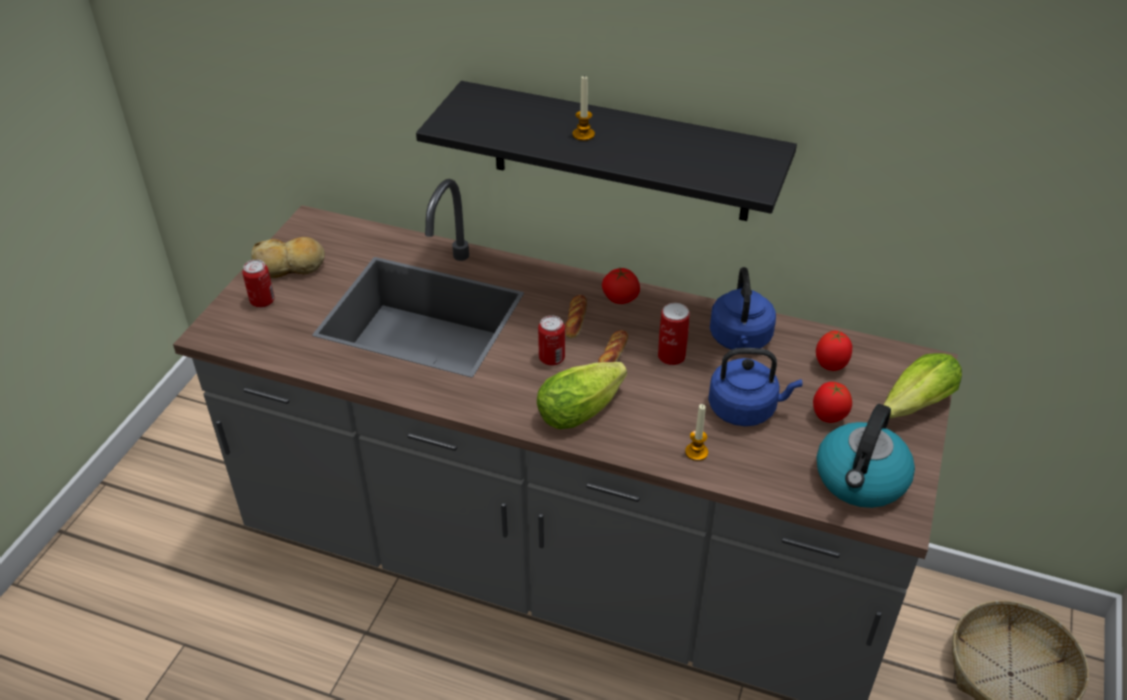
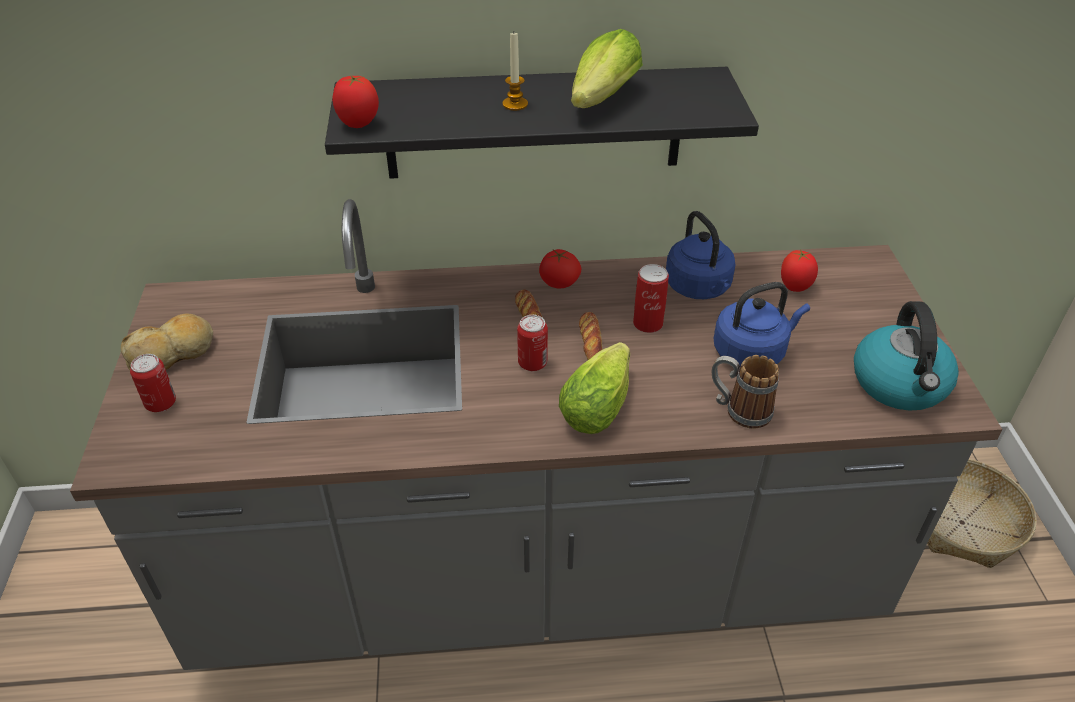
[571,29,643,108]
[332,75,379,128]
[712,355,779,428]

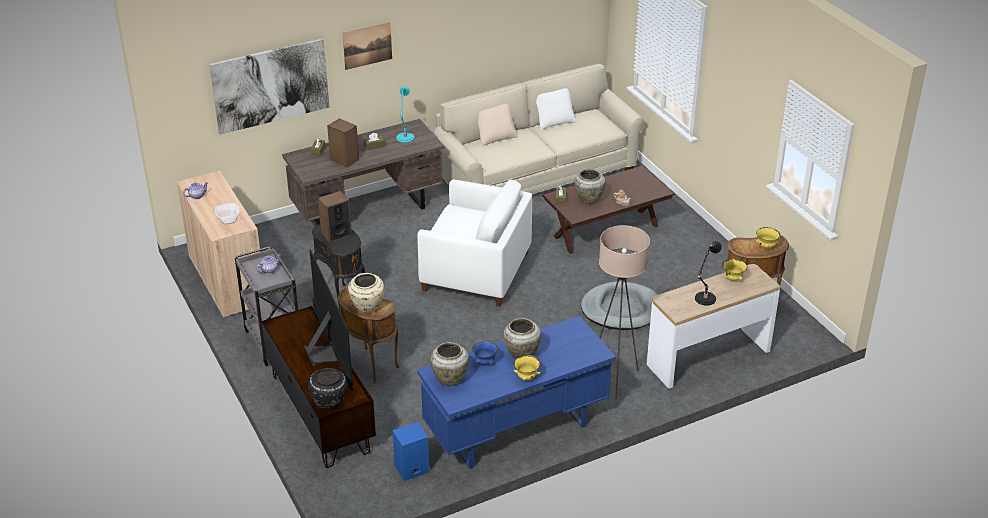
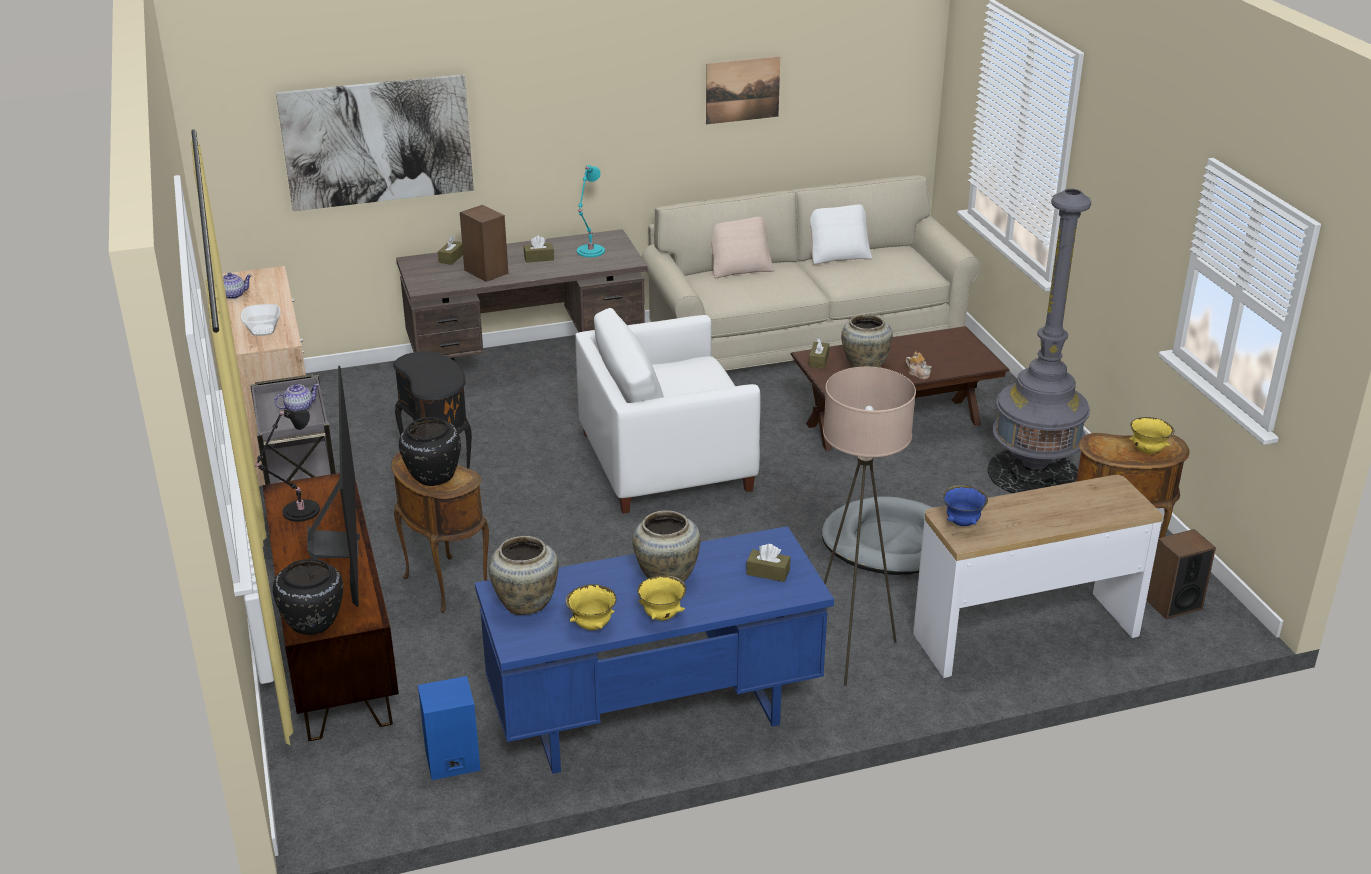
[706,56,780,125]
[575,308,760,513]
[1146,529,1216,619]
[255,409,320,522]
[566,584,617,630]
[399,417,461,486]
[943,485,988,526]
[988,189,1091,493]
[746,544,790,582]

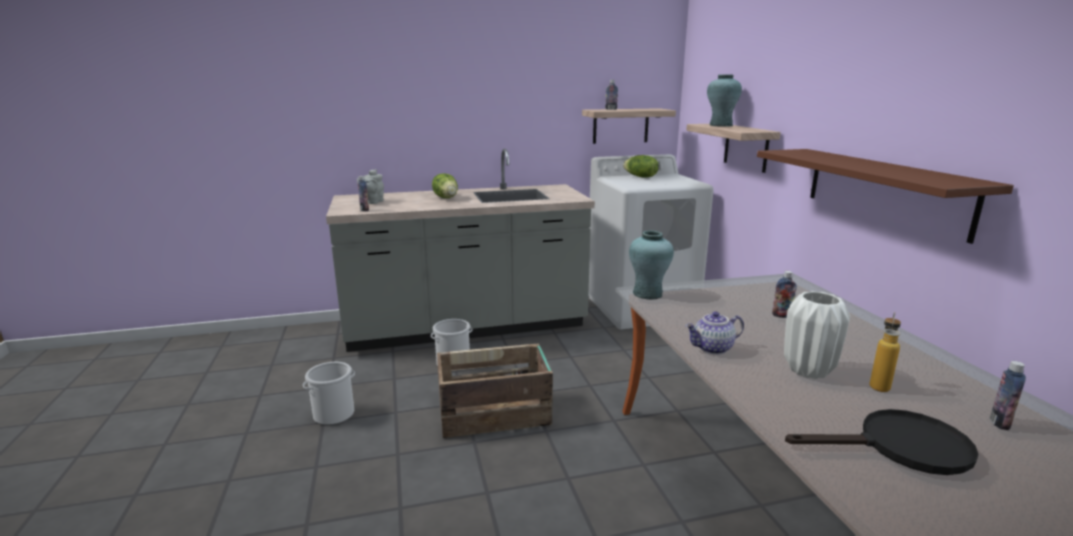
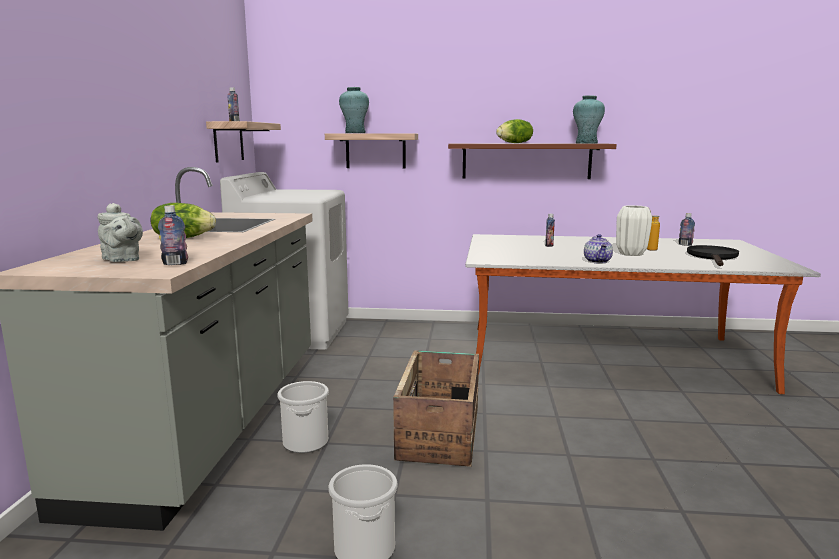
[496,119,533,143]
[573,95,605,143]

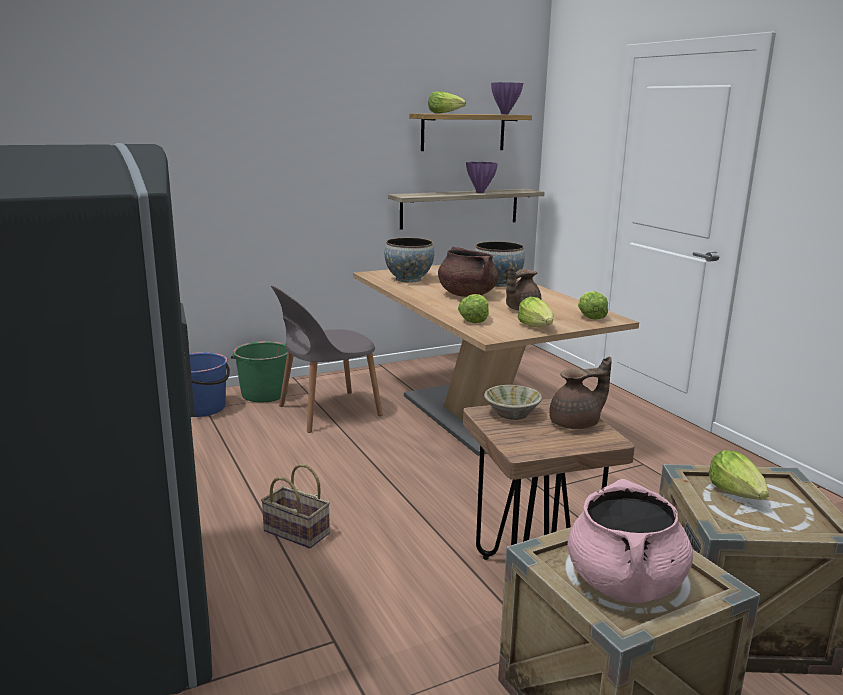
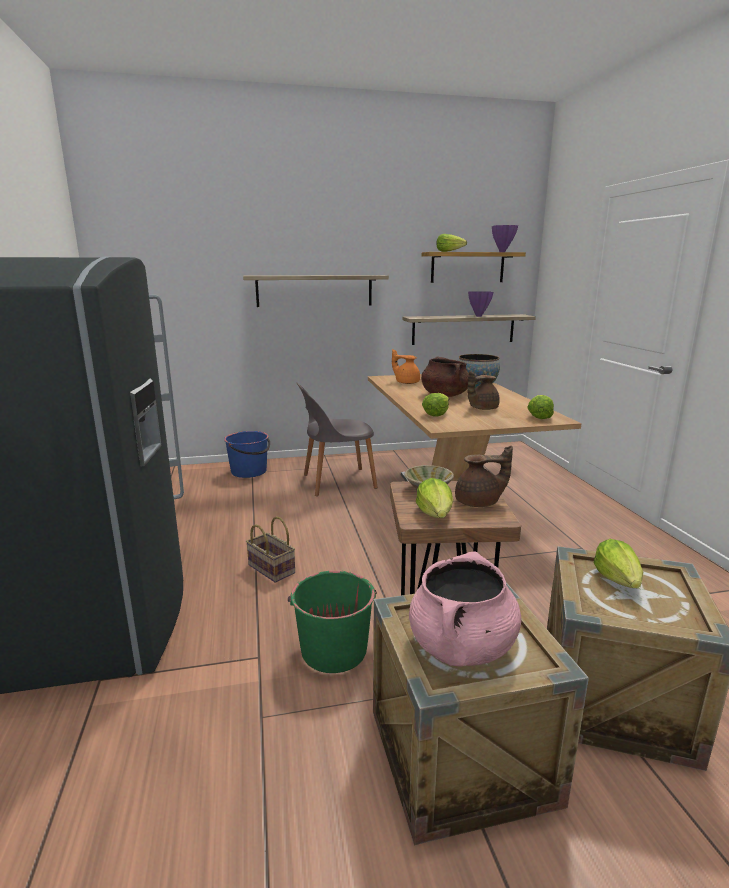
[392,349,420,384]
[416,478,453,518]
[288,570,377,673]
[243,275,389,307]

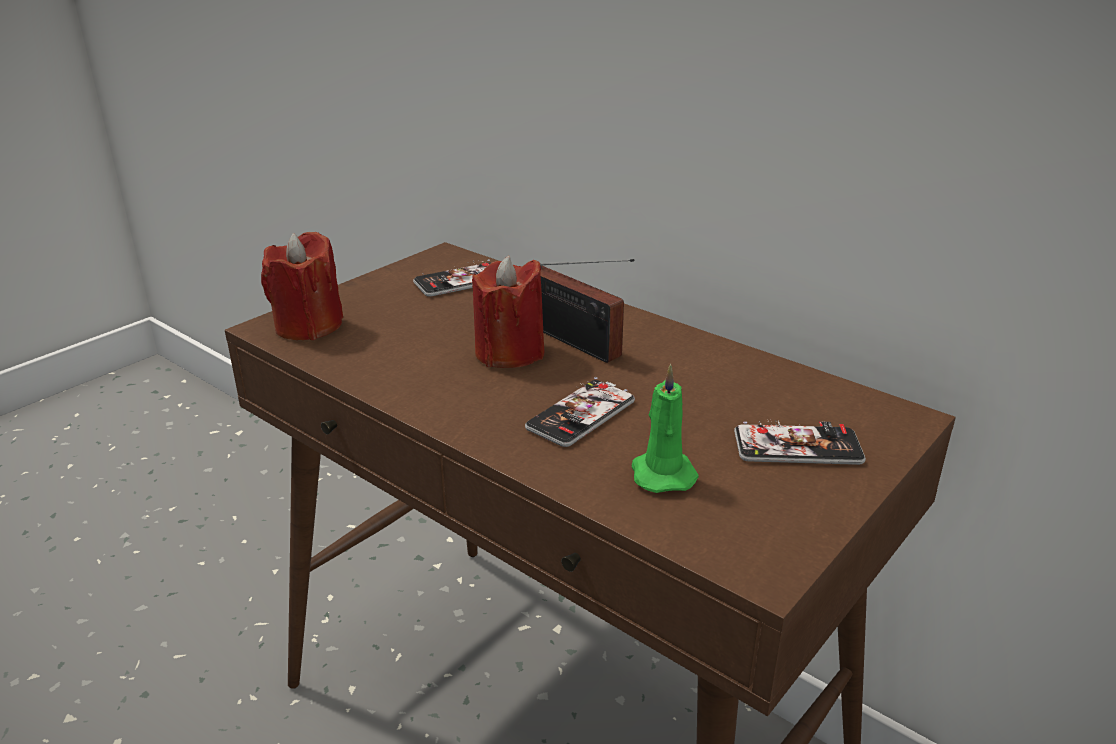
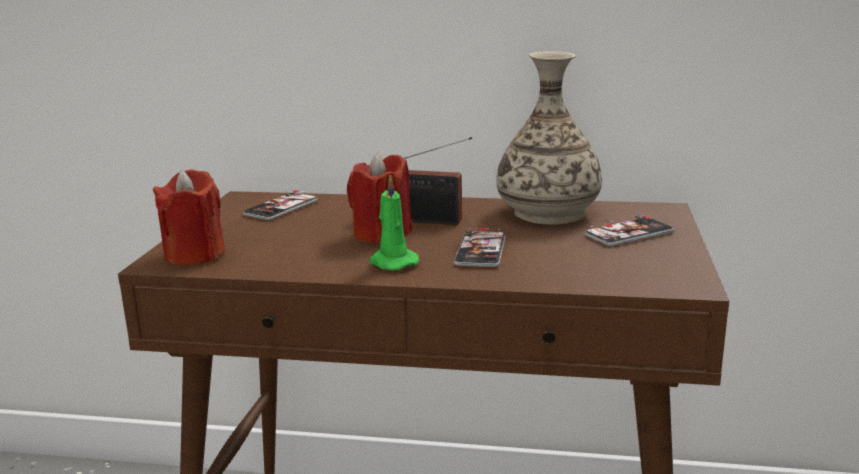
[369,175,419,270]
[496,51,602,225]

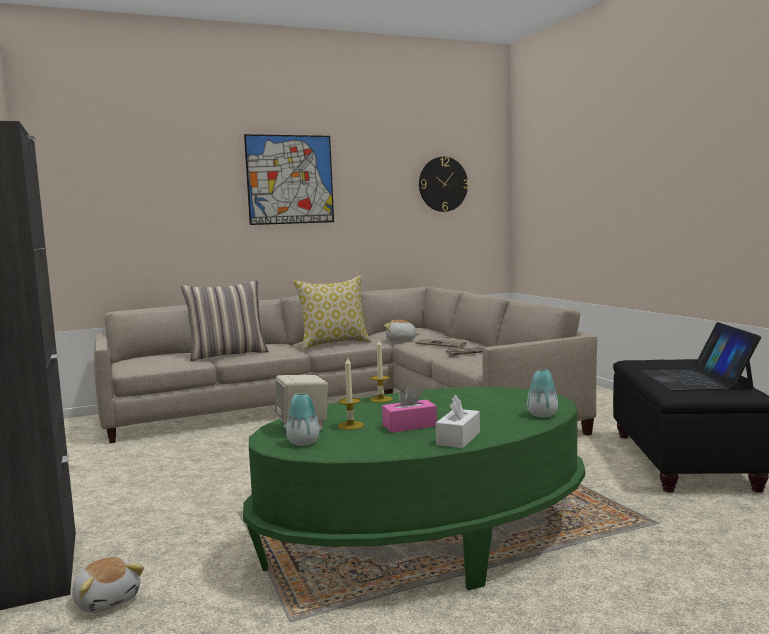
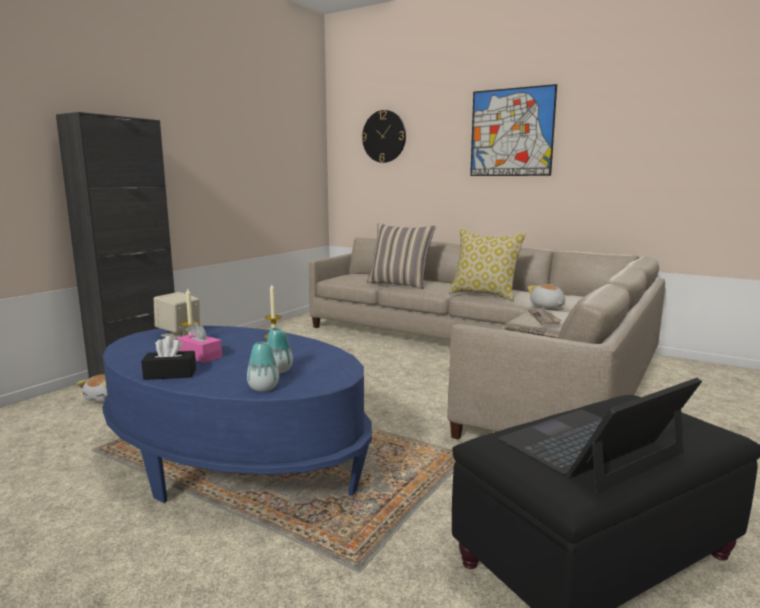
[362,110,406,163]
[102,326,372,503]
[267,328,293,373]
[141,336,196,380]

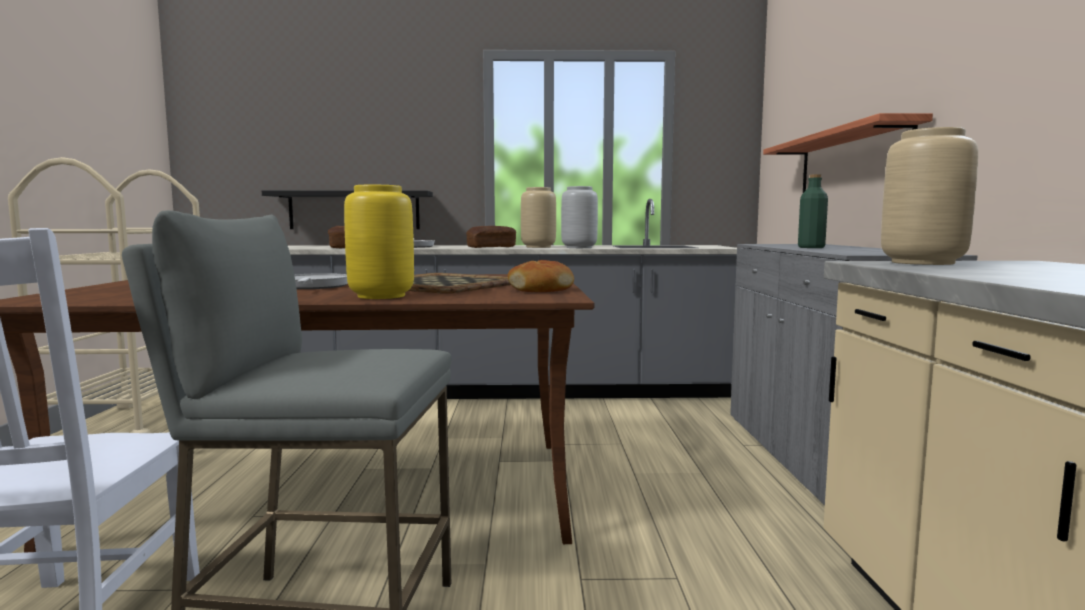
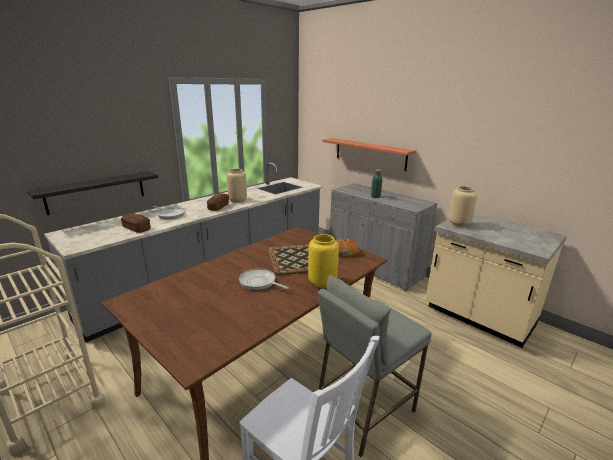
[561,186,598,248] (first image)

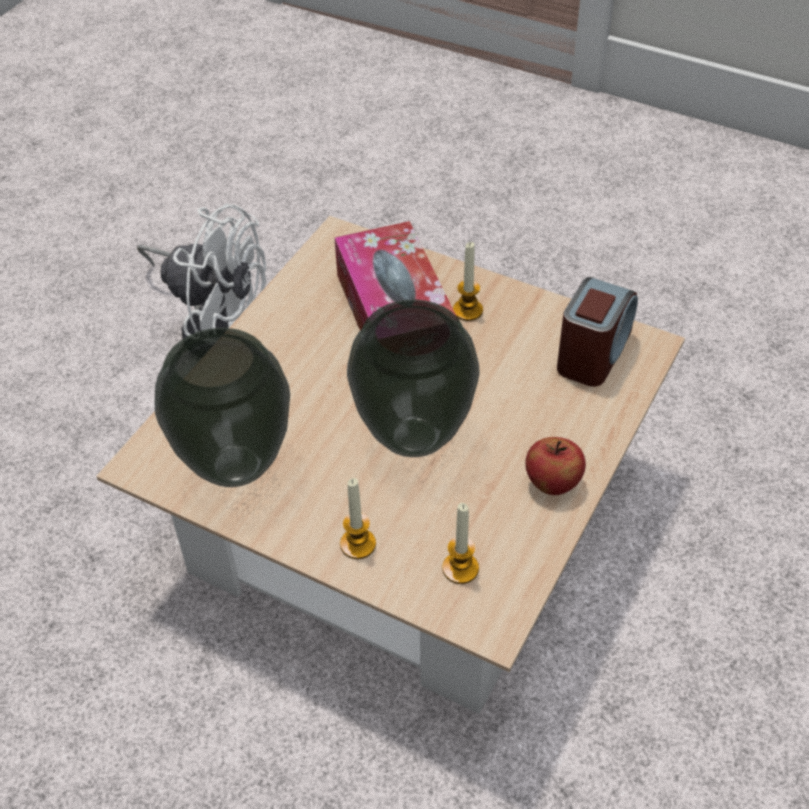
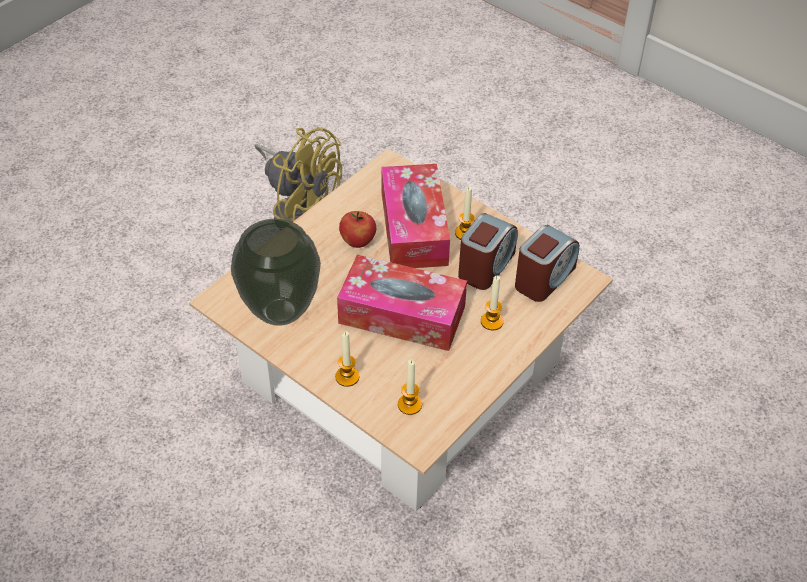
[255,127,342,222]
[337,255,467,351]
[339,211,376,248]
[458,213,518,290]
[481,276,504,331]

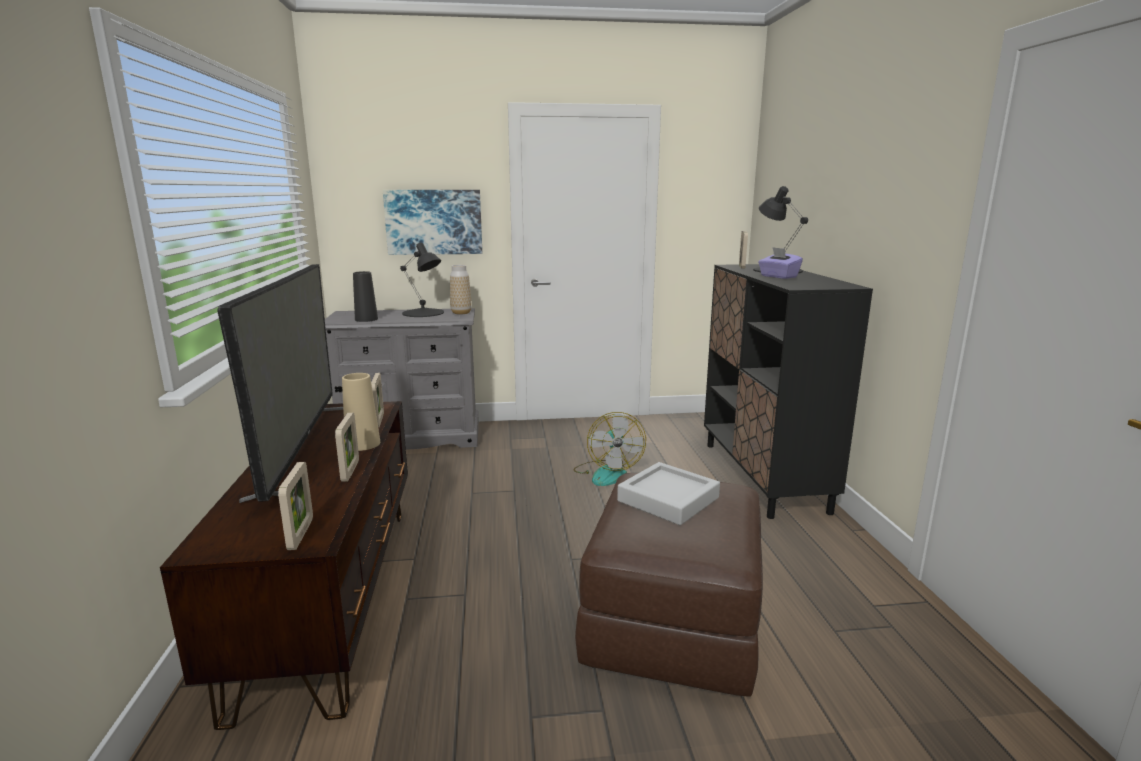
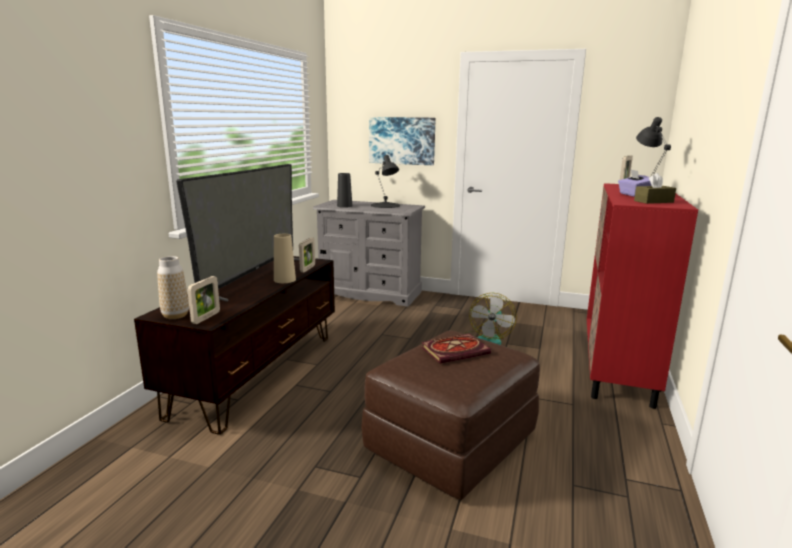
[587,183,698,409]
[157,256,189,319]
[335,413,359,482] (first image)
[422,334,491,363]
[634,173,676,204]

